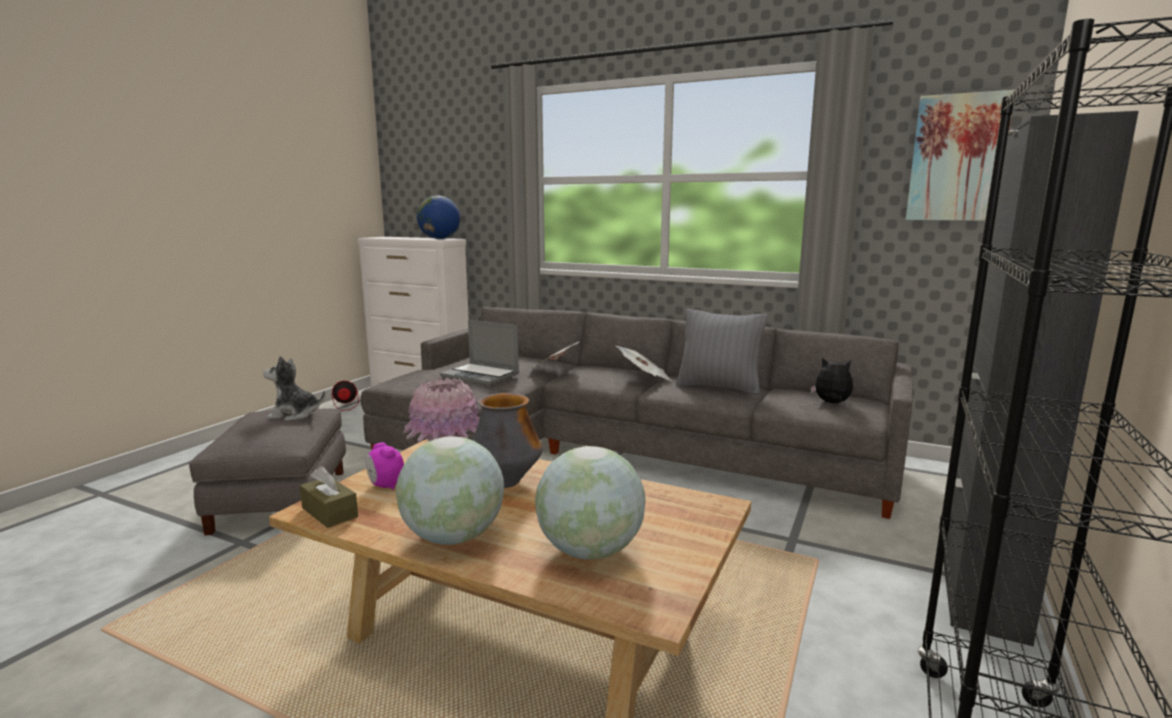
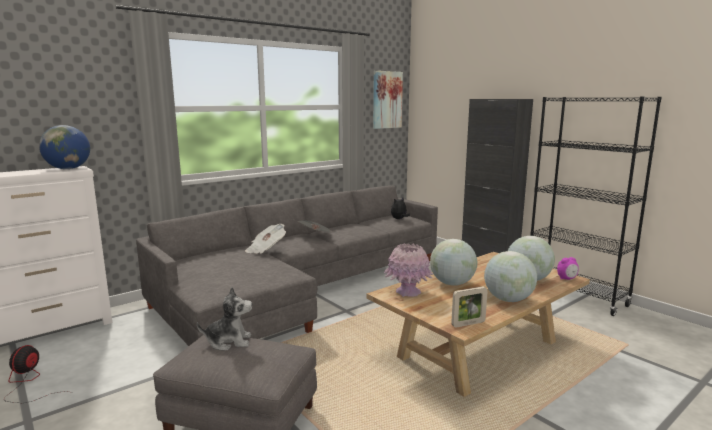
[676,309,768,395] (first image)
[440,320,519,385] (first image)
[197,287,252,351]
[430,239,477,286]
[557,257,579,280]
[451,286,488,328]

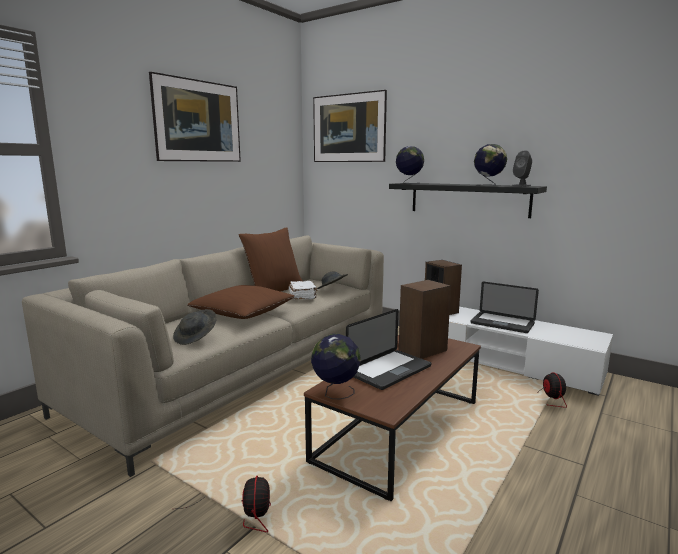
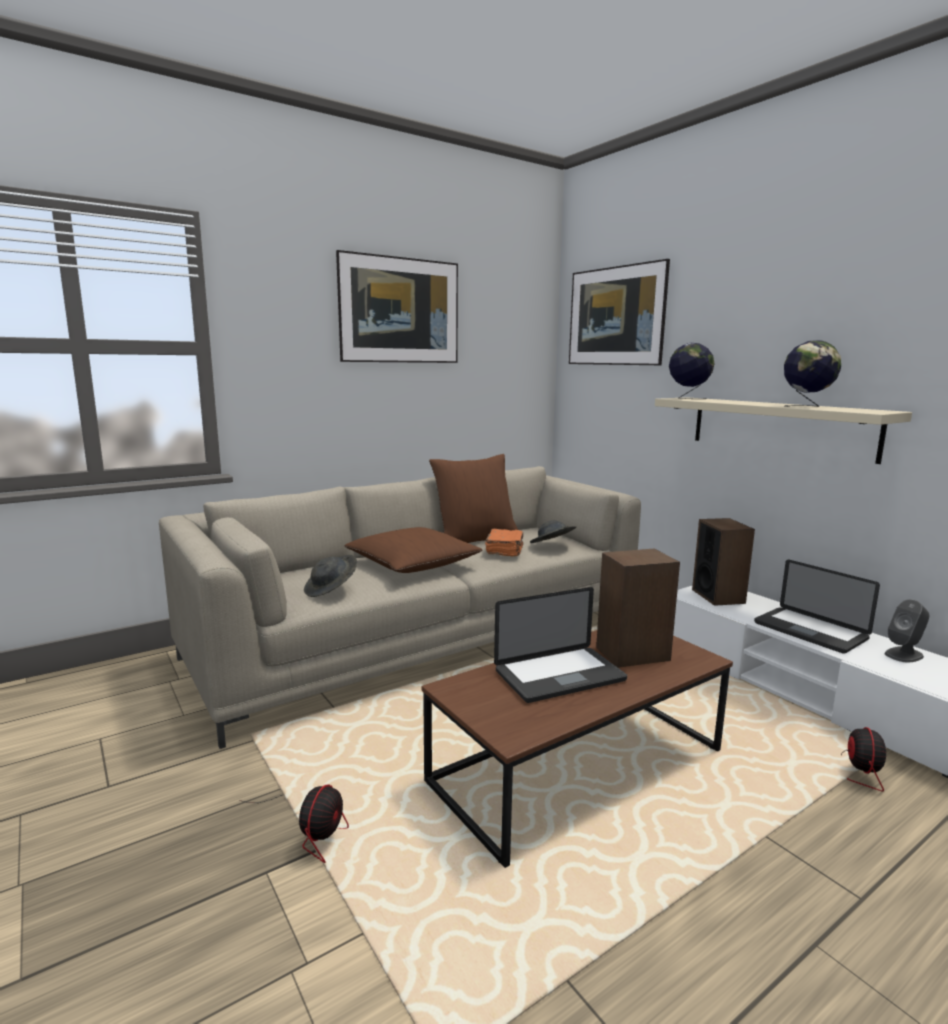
[885,599,929,663]
[655,397,912,464]
[485,529,523,557]
[311,334,361,399] (first image)

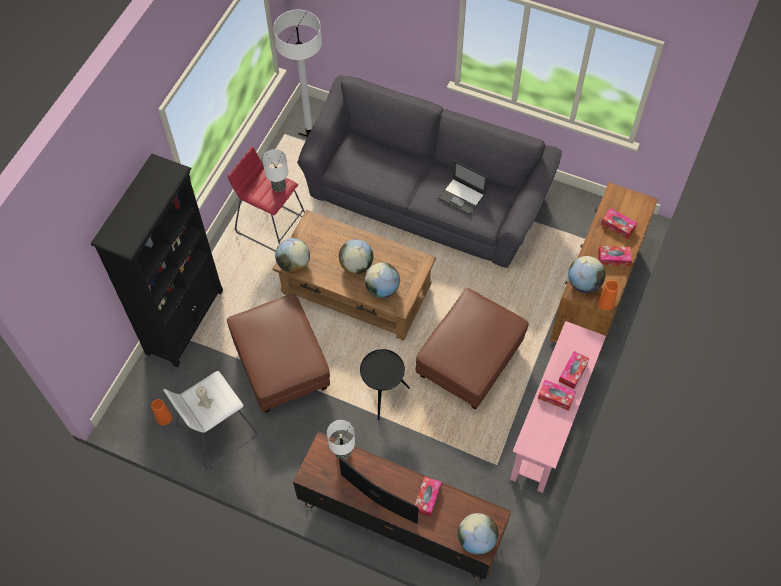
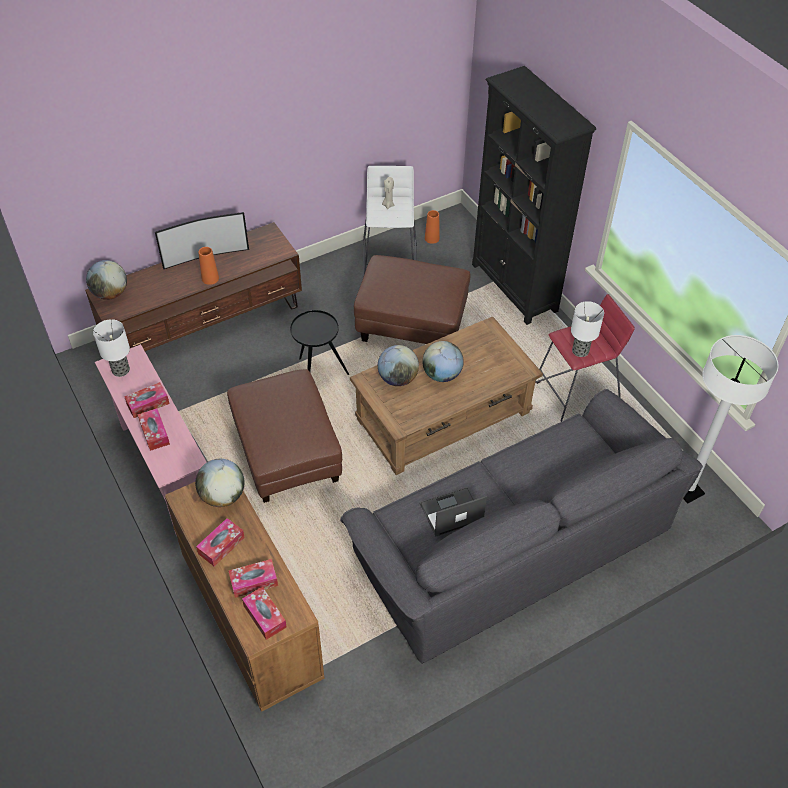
[275,238,310,273] (first image)
[198,247,219,285]
[93,319,130,377]
[242,587,287,640]

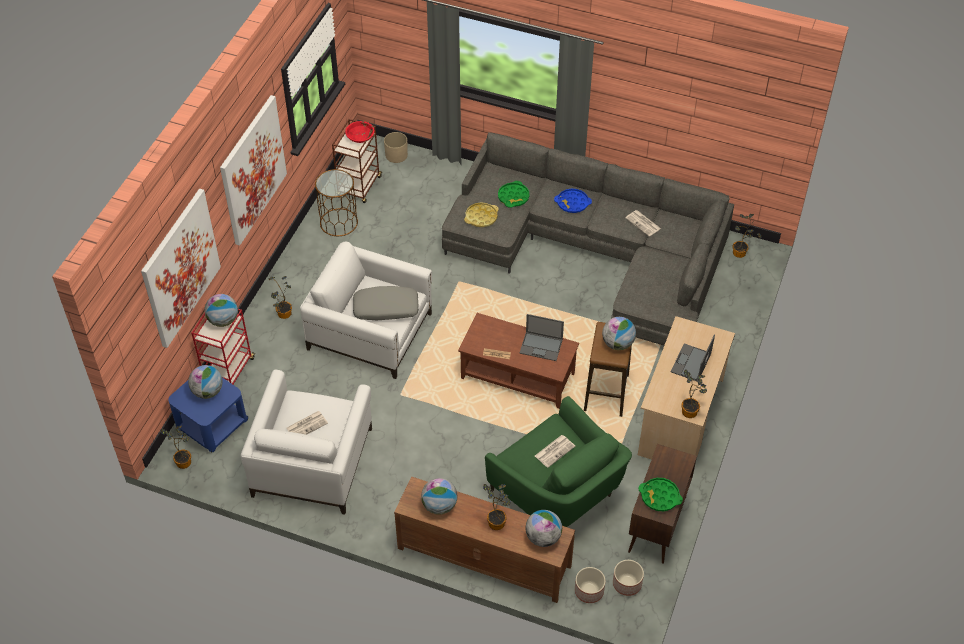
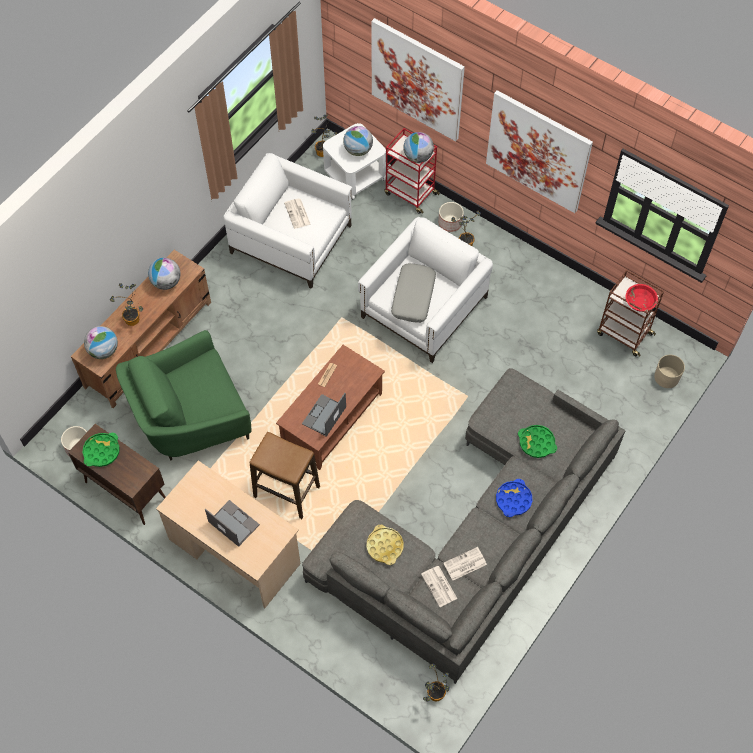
[315,169,358,236] (first image)
[366,524,404,565]
[602,317,636,350] (first image)
[681,369,707,418] (first image)
[323,123,386,200]
[421,566,457,607]
[438,202,464,232]

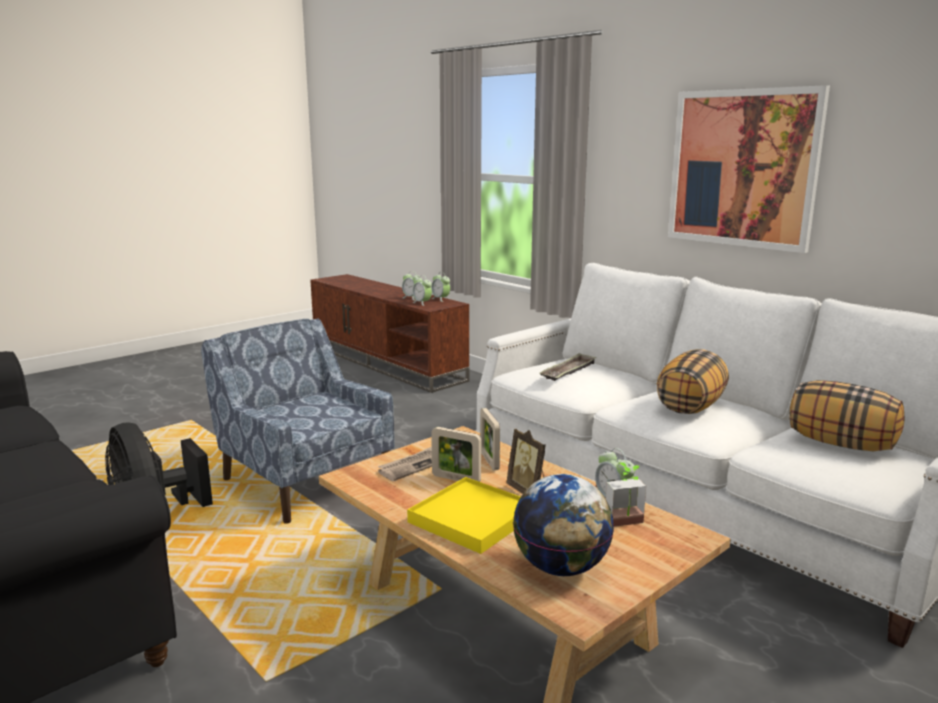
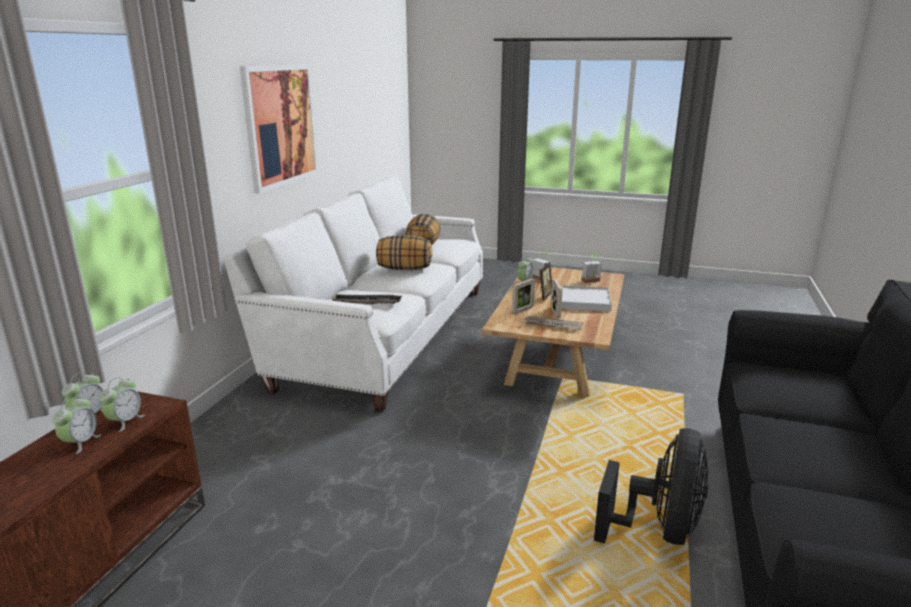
[201,318,395,524] (first image)
[582,252,602,283]
[562,285,612,311]

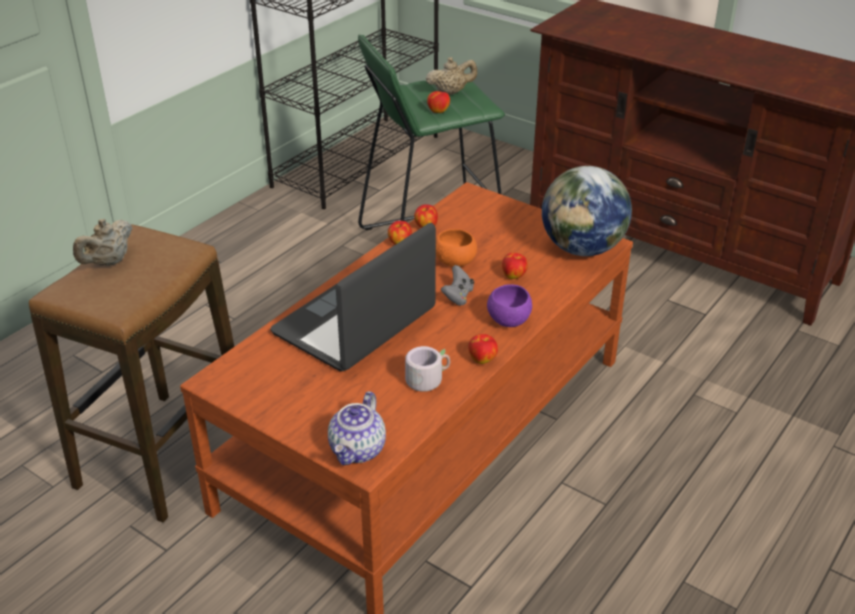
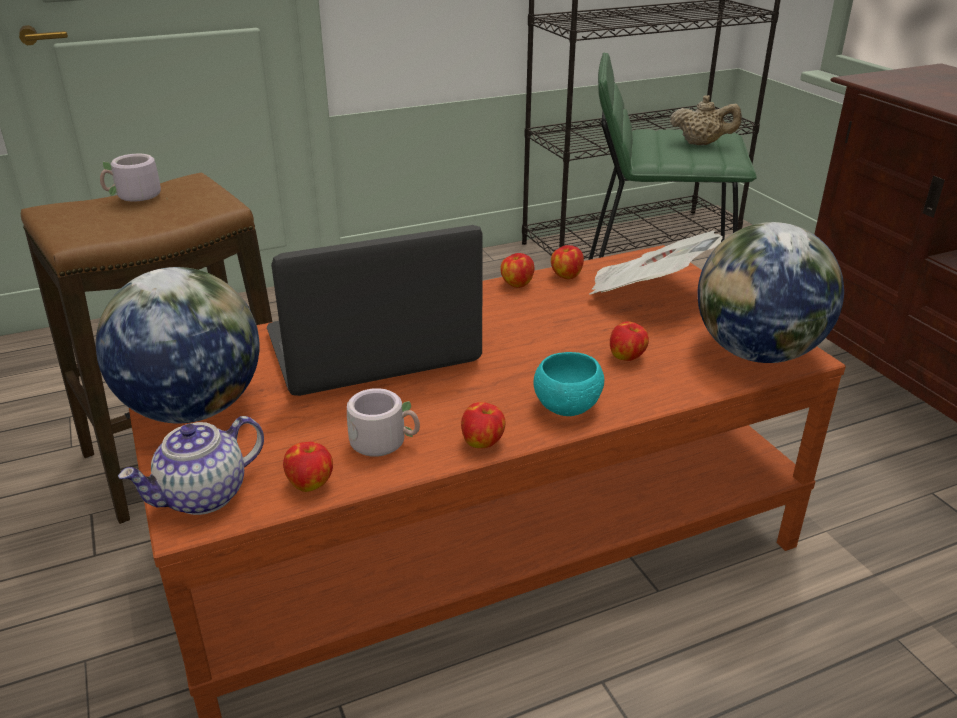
[283,442,333,492]
[100,154,168,202]
[436,229,477,267] (first image)
[441,265,474,306] (first image)
[533,352,604,416]
[589,231,723,295]
[96,267,260,423]

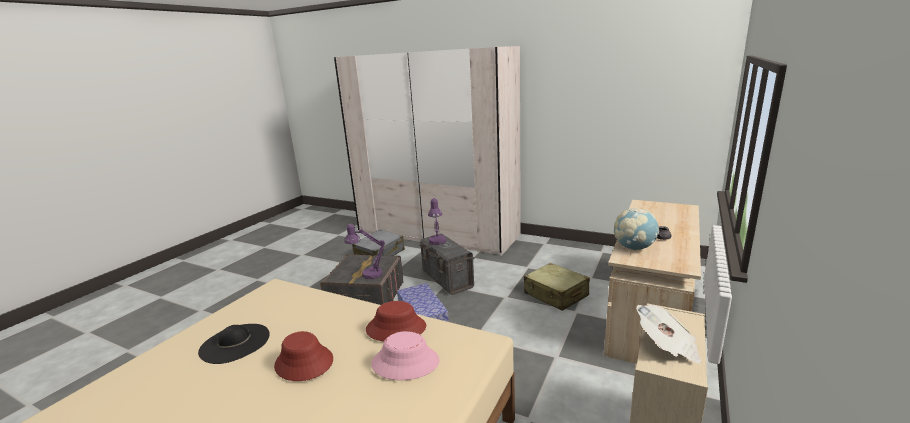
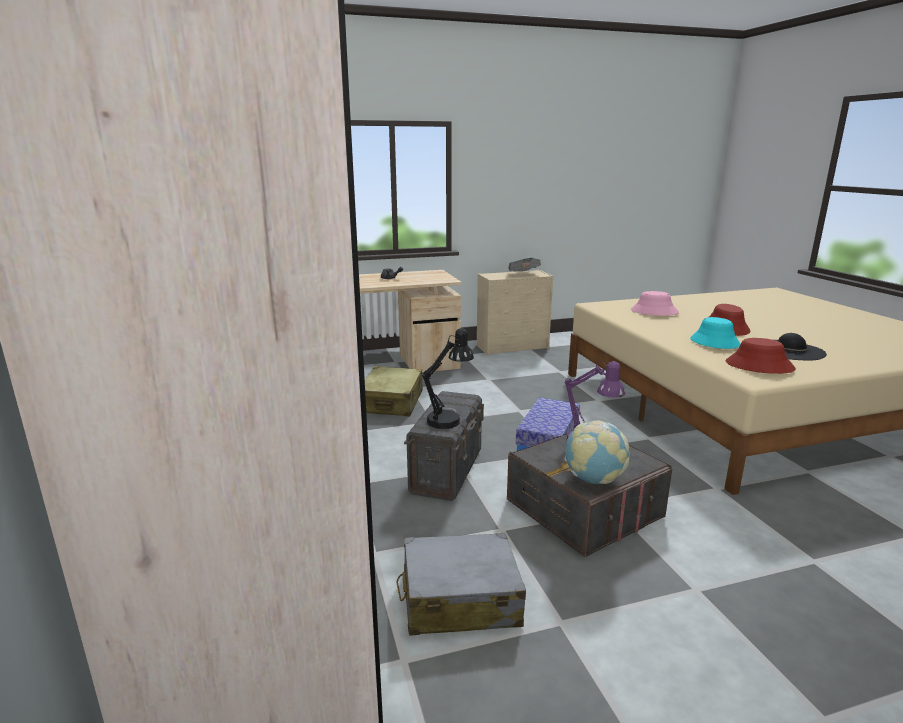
[422,328,474,429]
[565,421,630,484]
[725,338,796,374]
[690,317,741,349]

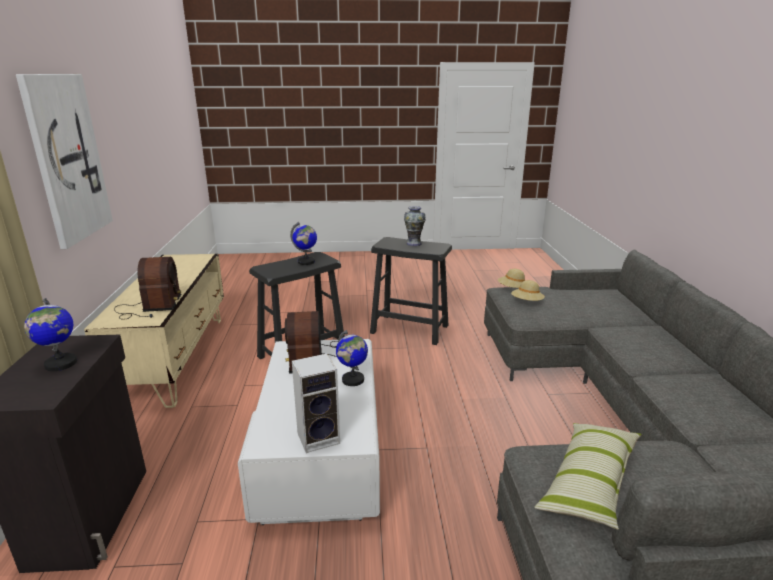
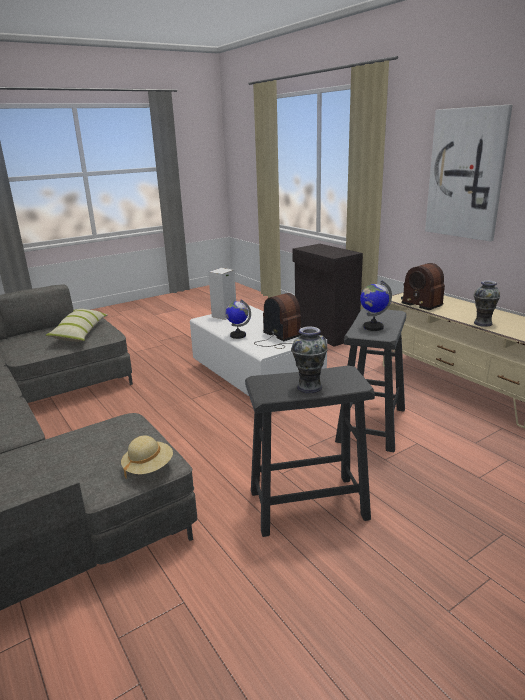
[511,280,545,301] (first image)
[24,298,77,371] (first image)
[474,280,500,327]

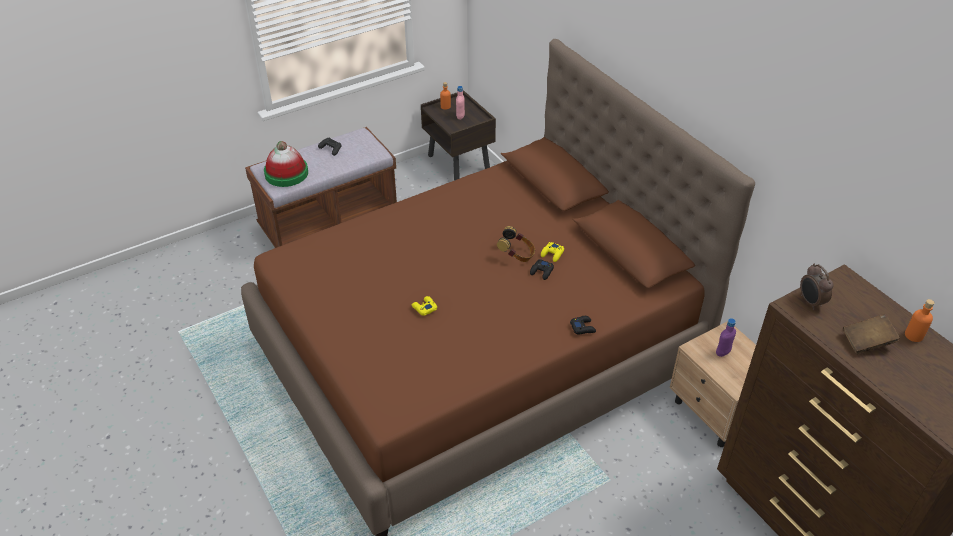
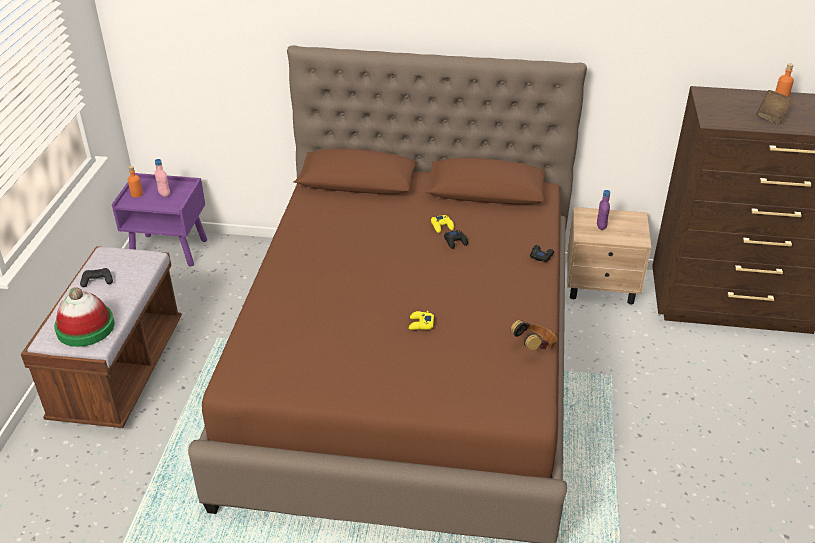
[112,173,207,267]
[510,320,557,350]
[800,264,833,310] (first image)

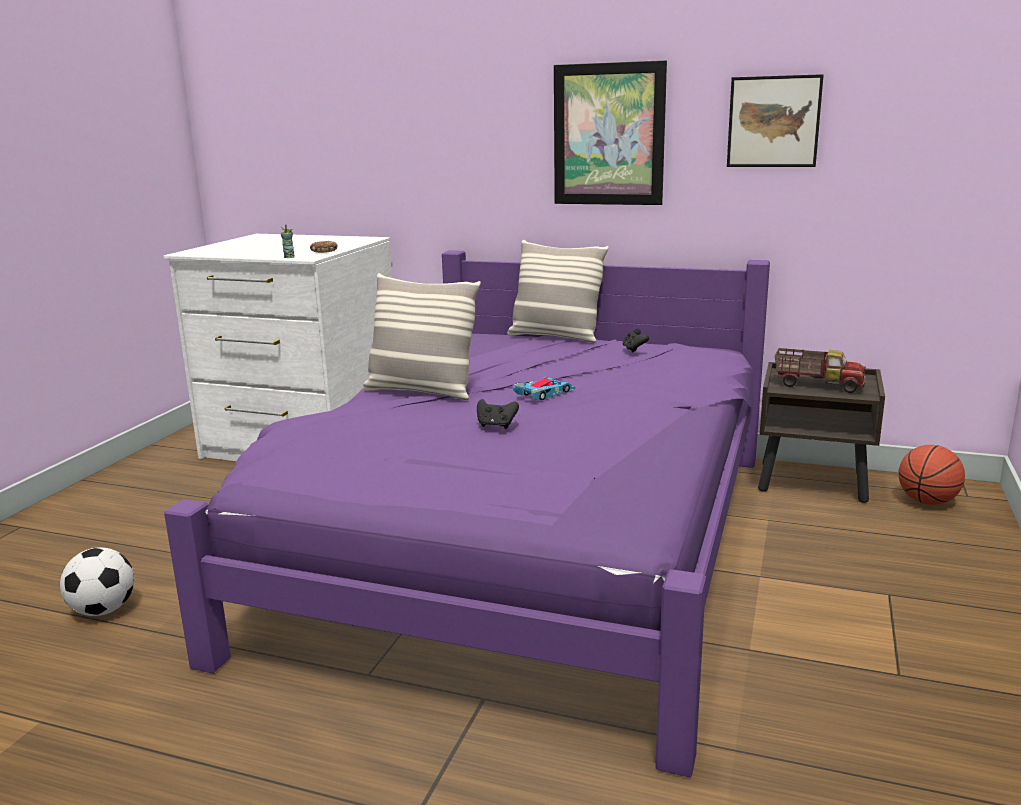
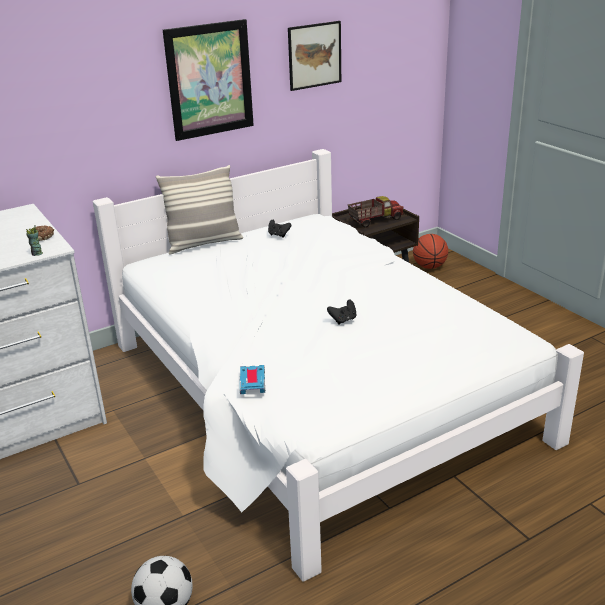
[93,149,584,582]
[363,273,481,400] (first image)
[239,365,265,394]

